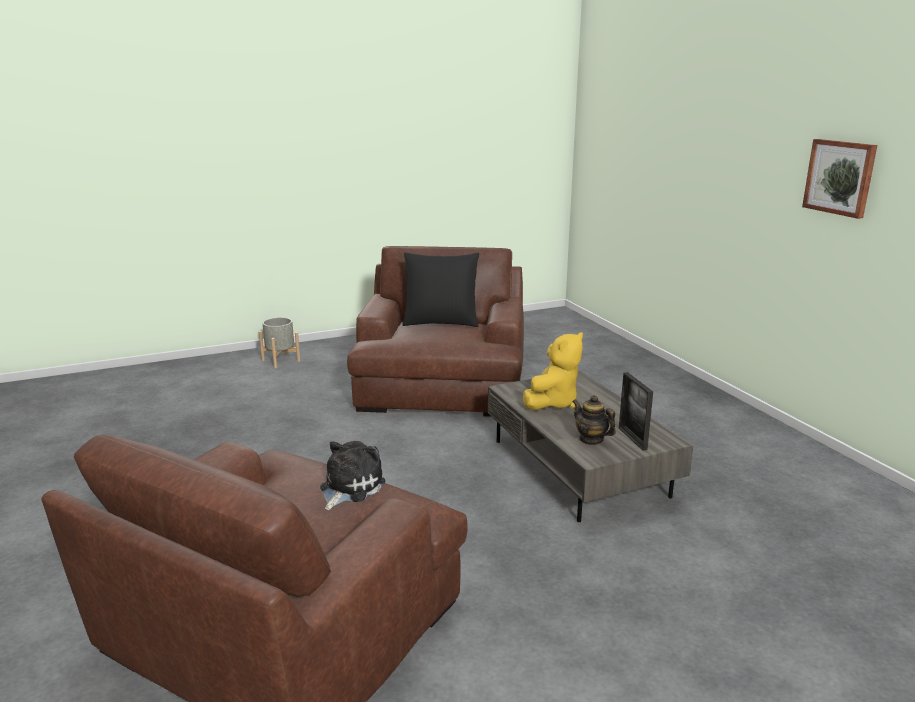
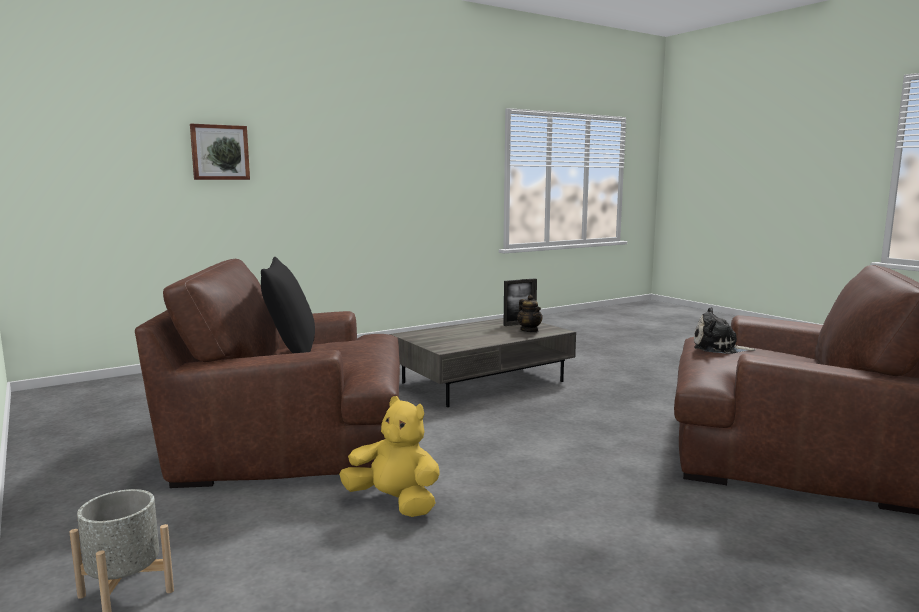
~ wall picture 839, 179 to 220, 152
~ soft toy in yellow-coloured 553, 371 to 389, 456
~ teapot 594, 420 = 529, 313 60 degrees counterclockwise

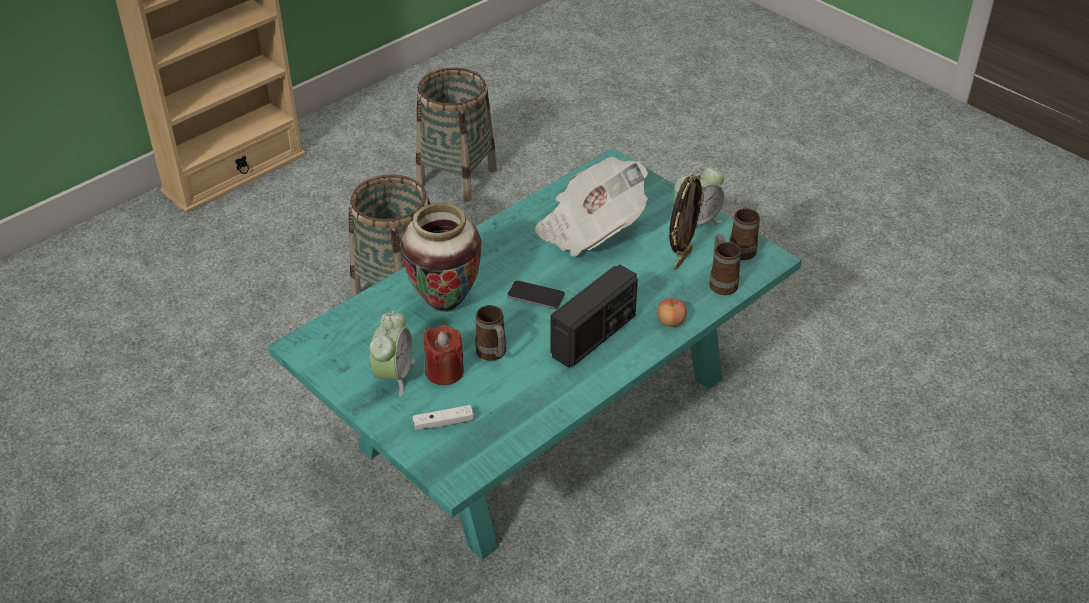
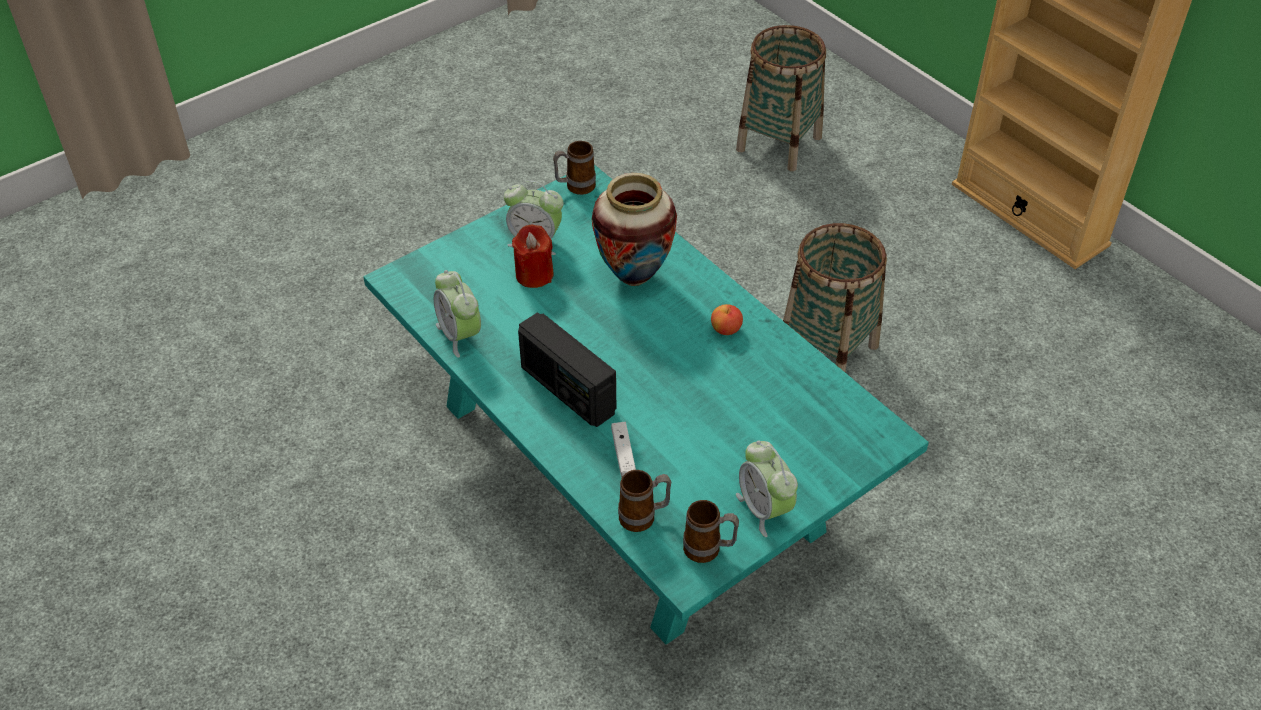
~ basket 456, 134 to 781, 98
- daily paper 591, 207
- photo frame 686, 221
- telephone 536, 294
~ apple 672, 312 to 727, 319
~ mug 490, 333 to 574, 168
~ joypad in white-coloured 443, 417 to 623, 450
+ alarm clock 457, 314

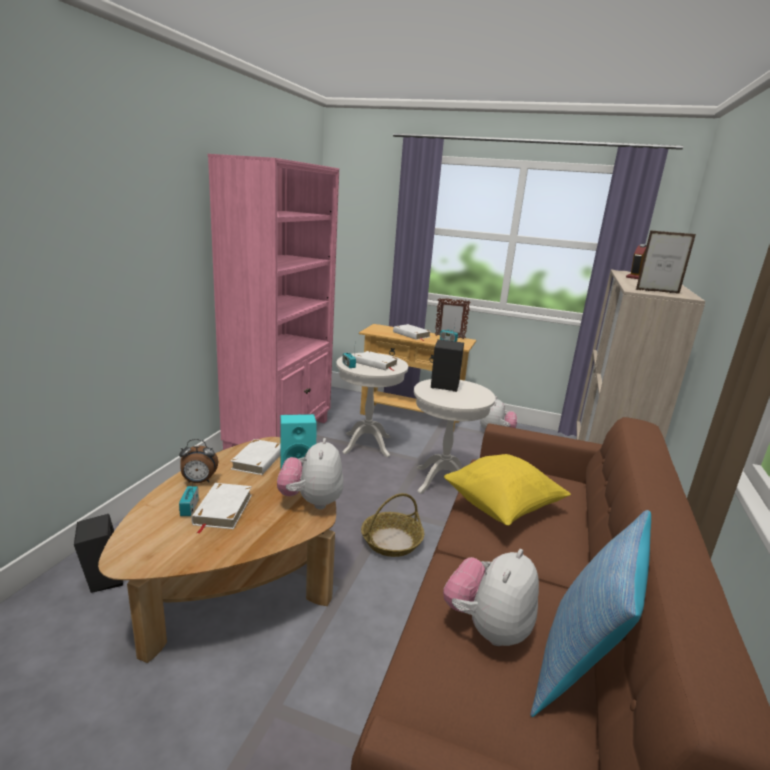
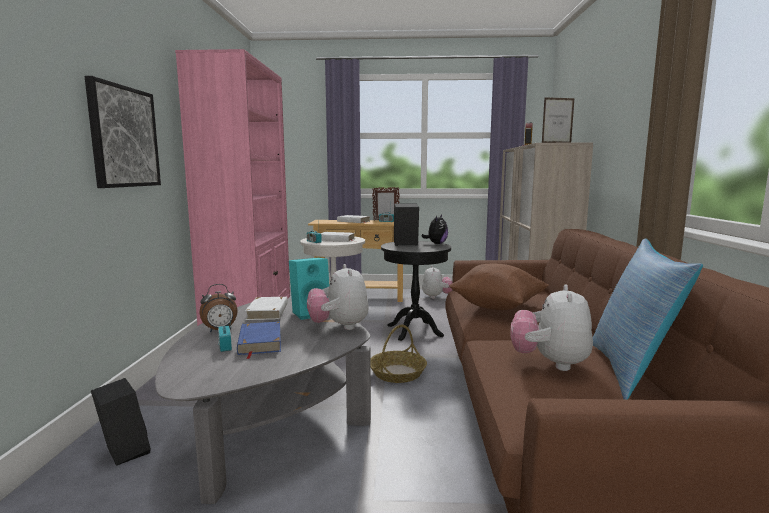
~ accent table in white-coloured 455, 436 to accent table in black 416, 291
~ lounge table in brown 217, 550 to lounge table in grey 263, 401
~ cushion in yellow-coloured 507, 490 to cushion in brown 499, 287
~ bound book in white-coloured 221, 508 to bound book in blue 259, 340
+ wall picture 123, 132
+ soft toy 434, 229

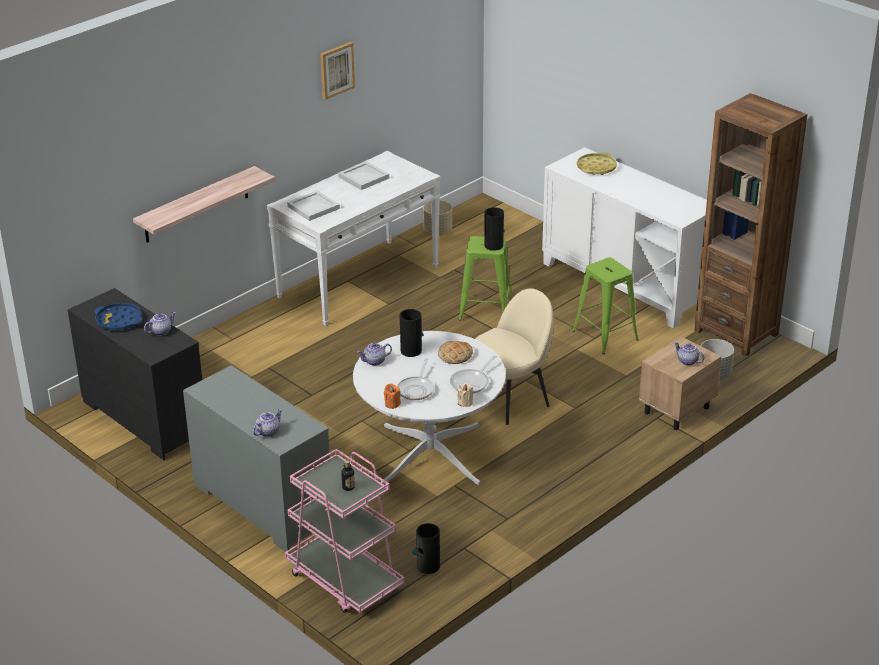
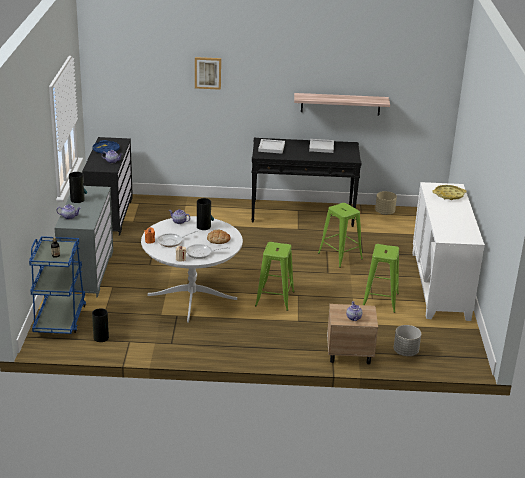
~ wall picture 337, 71 to 208, 73
- bookcase in brown 750, 224
~ hall table in white-coloured 354, 238 to hall table in black 306, 182
~ shelf 204, 204 to 342, 104
~ flower vase 494, 229 to 78, 187
~ upright chair in beige 514, 356 to sitting stool in greenish 275, 276
~ wheeled cart in pink-coloured 345, 531 to wheeled cart in blue 57, 285

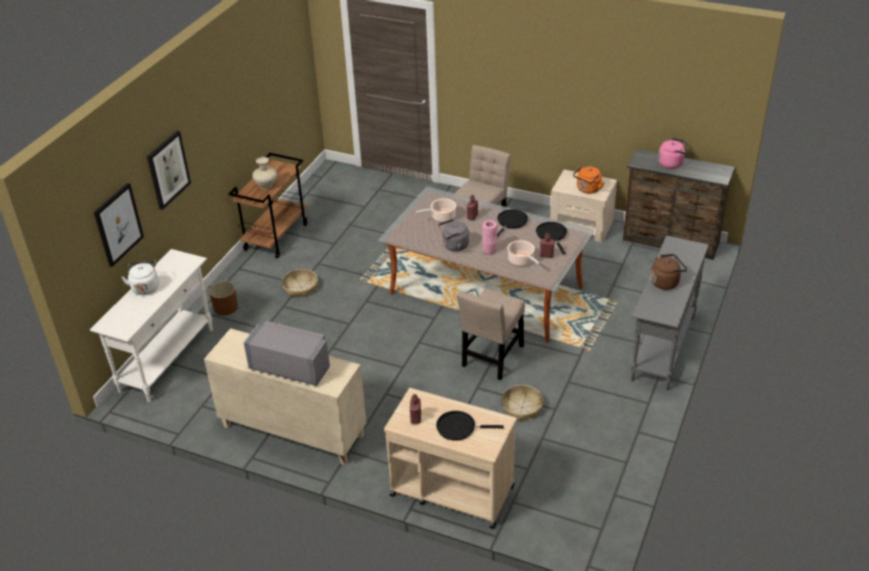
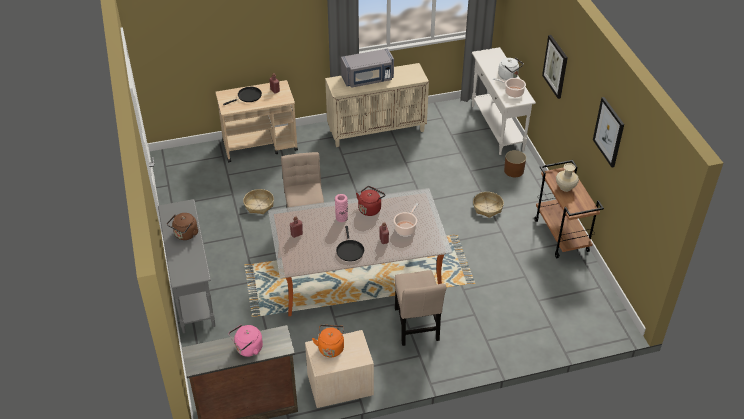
~ wall picture 119, 225 to 608, 132
~ tea kettle in grey 453, 235 to tea kettle in reddish 370, 201
- pan in black 551, 238
~ saucepot 523, 253 to 509, 87

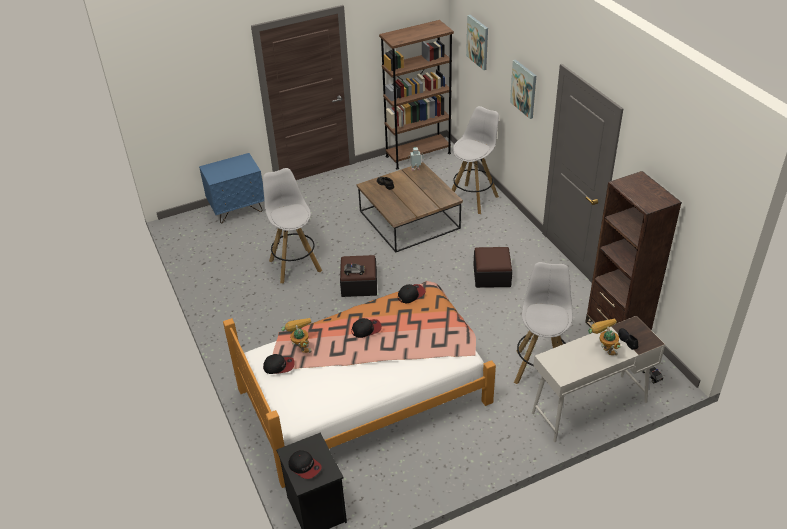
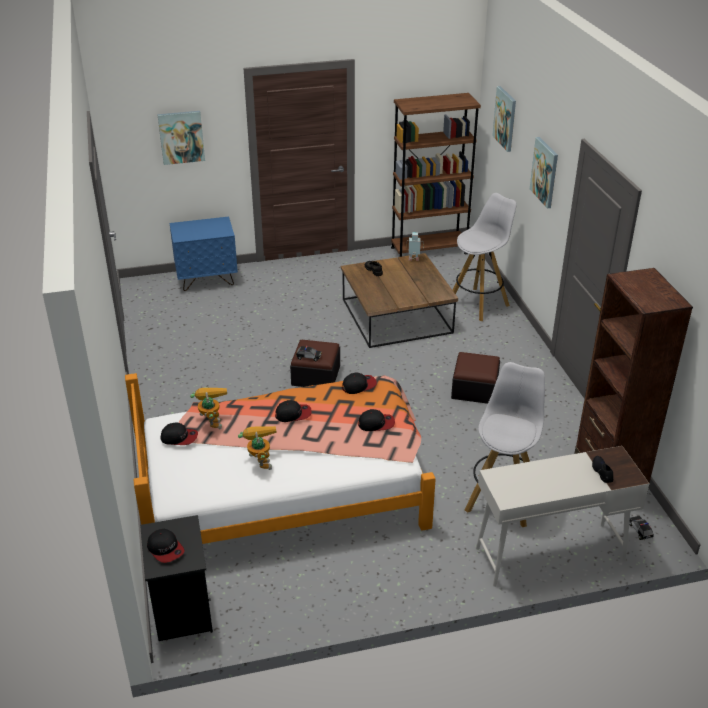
- sitting stool in white-coloured 292, 225
~ robot figure 604, 337 to 257, 448
+ wall picture 181, 138
+ peaked cap 376, 420

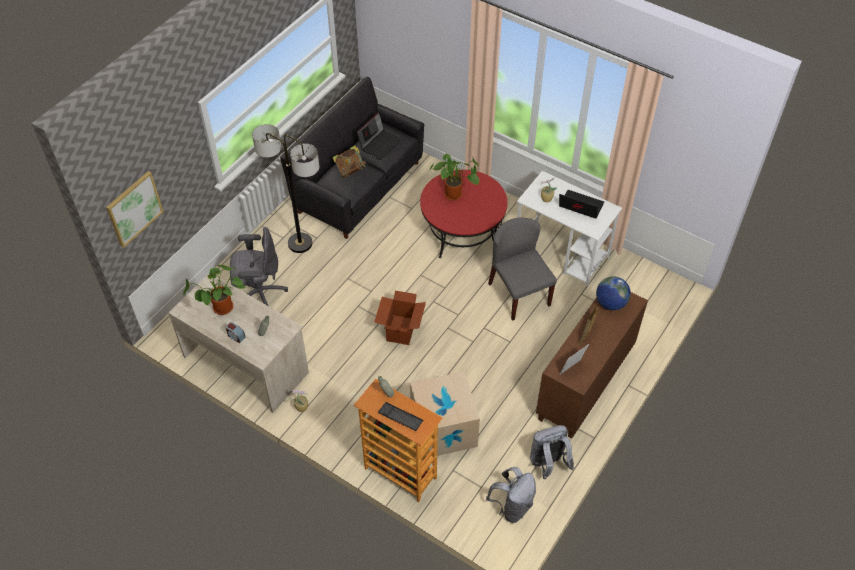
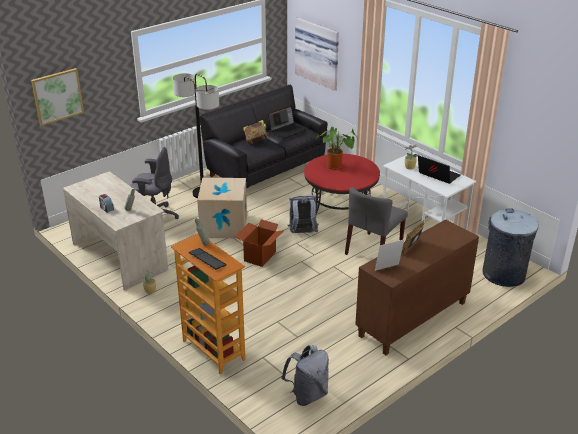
~ upright chair in grey 522, 269 = 376, 221 135 degrees counterclockwise
- houseplant 214, 290
- world globe 613, 293
~ cardboard box 445, 413 to 222, 208
~ knapsack in grey 552, 452 to 303, 214
+ wall picture 317, 54
+ trash can in grey 510, 247

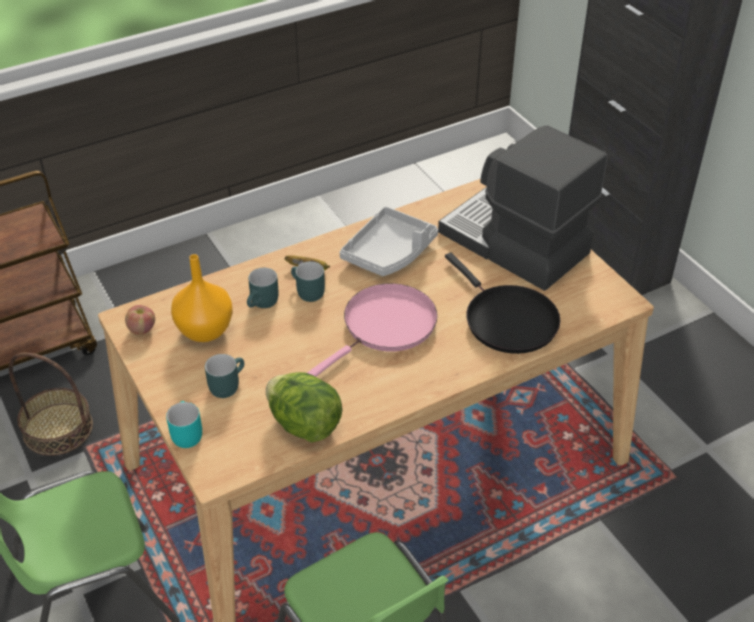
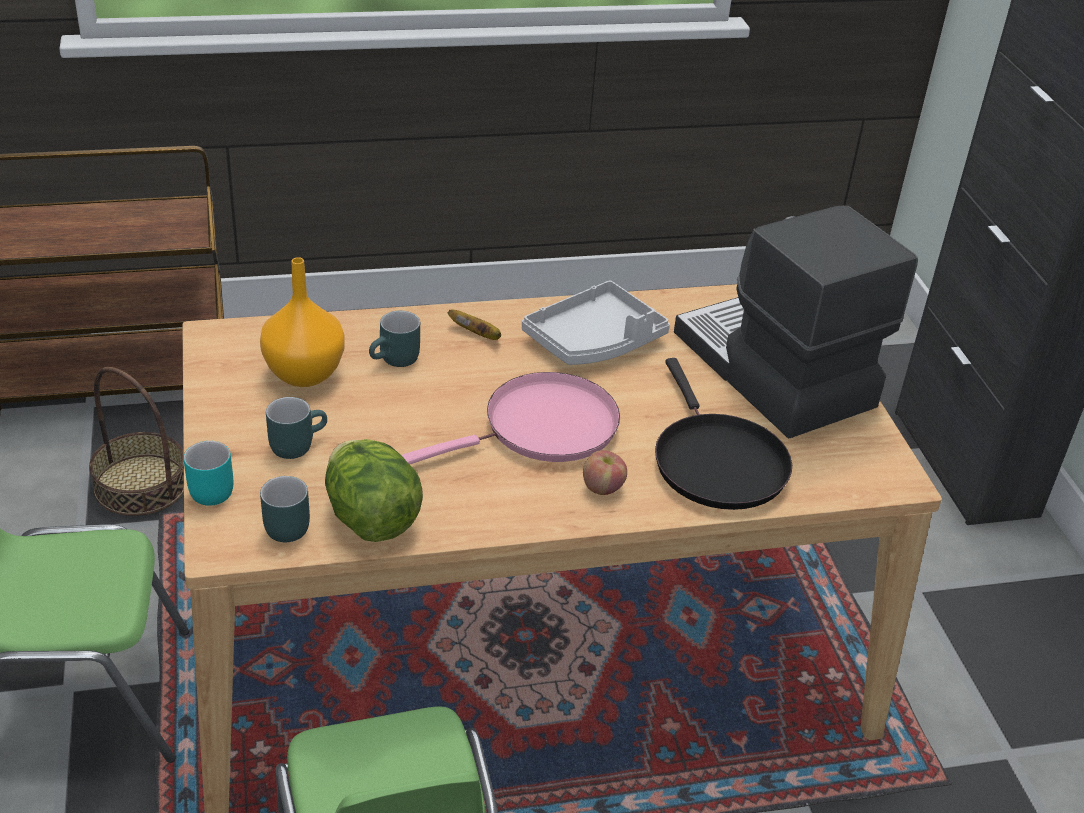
~ mug in turquoise-coloured 308, 281 to 285, 509
~ apple 140, 320 to 605, 472

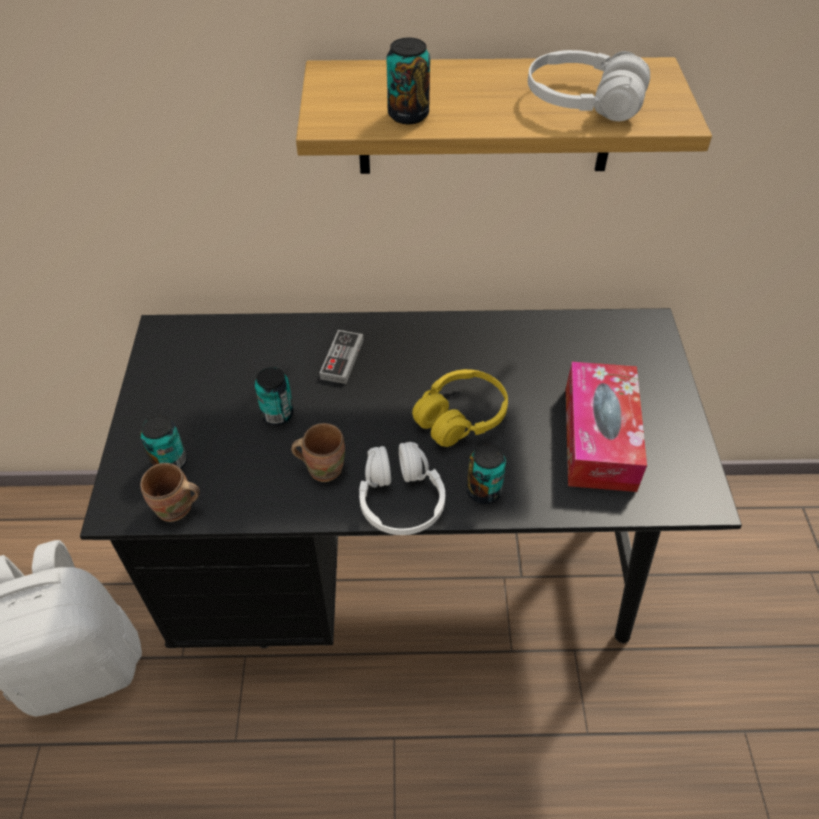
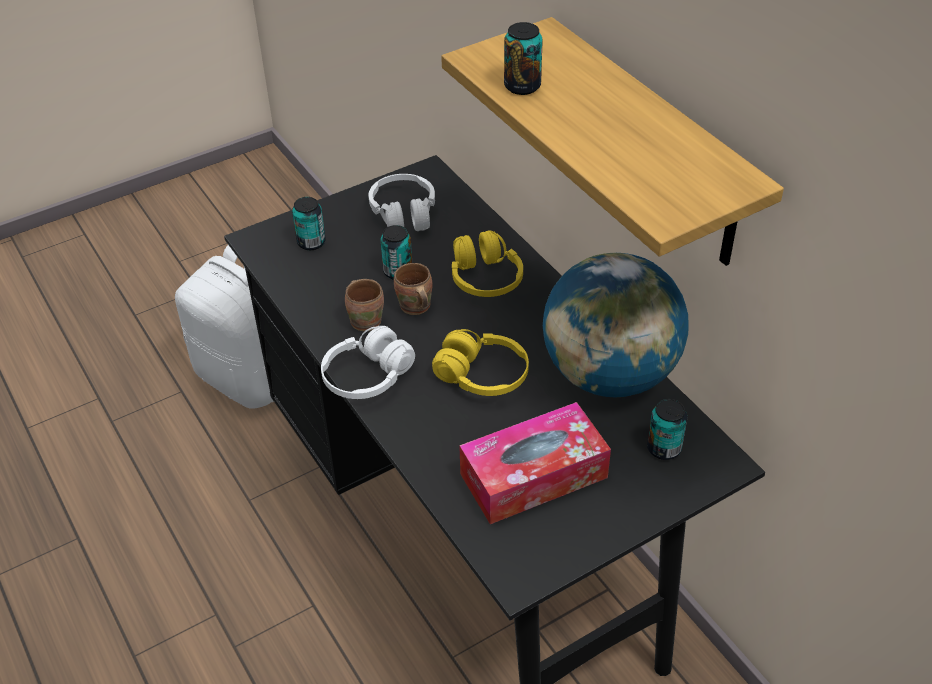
~ headphones in white-coloured 589, 85 to 402, 202
~ joypad 341, 357 to headphones in yellow-coloured 487, 263
~ metal can 486, 474 to 667, 429
~ mug in brown 170, 492 to 413, 289
+ world globe 616, 325

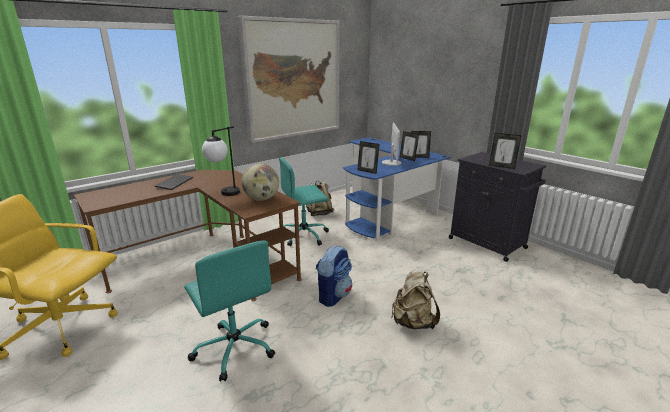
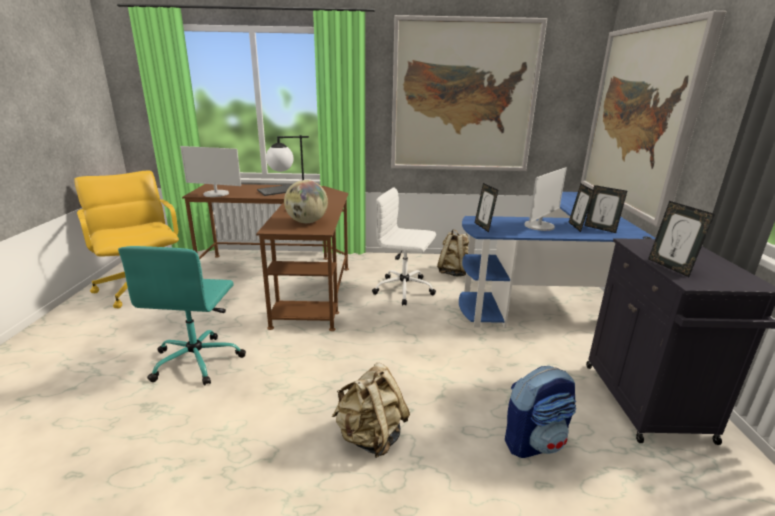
~ office chair in turquoise-coloured 304, 202 to office chair in white-coloured 404, 246
~ knapsack 334, 276 to 540, 412
+ wall picture 653, 119
+ computer screen 210, 171

